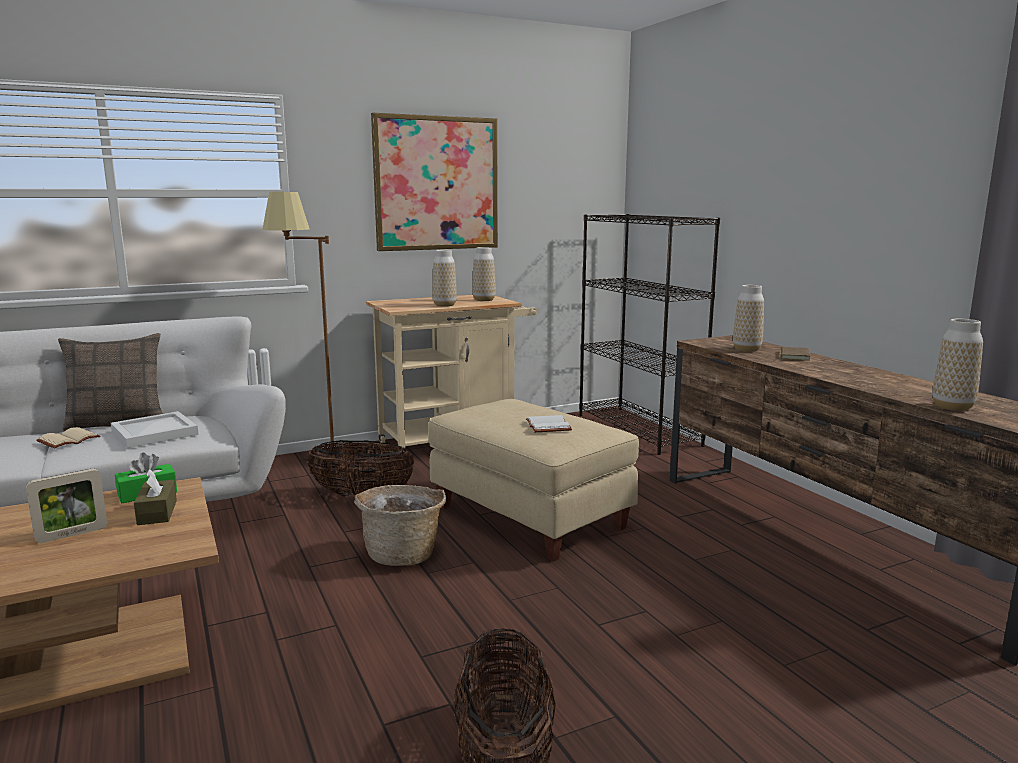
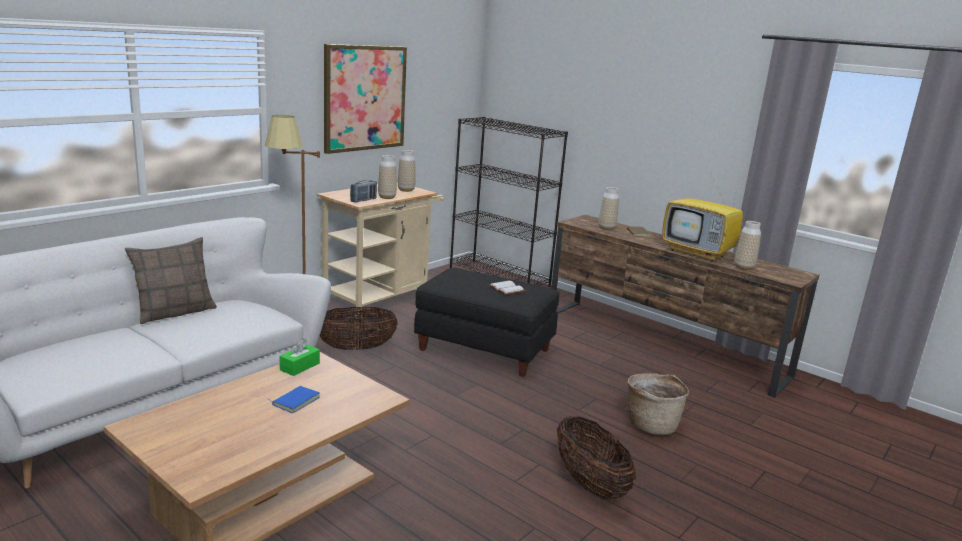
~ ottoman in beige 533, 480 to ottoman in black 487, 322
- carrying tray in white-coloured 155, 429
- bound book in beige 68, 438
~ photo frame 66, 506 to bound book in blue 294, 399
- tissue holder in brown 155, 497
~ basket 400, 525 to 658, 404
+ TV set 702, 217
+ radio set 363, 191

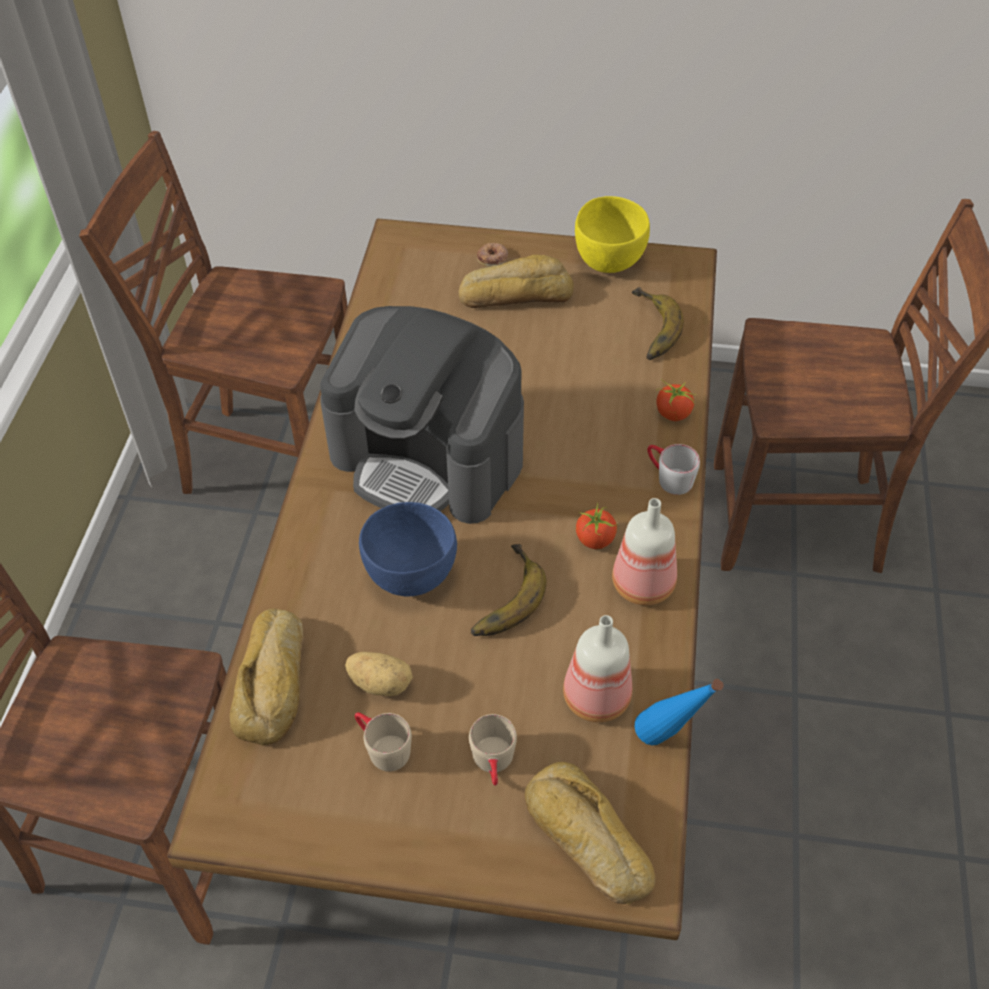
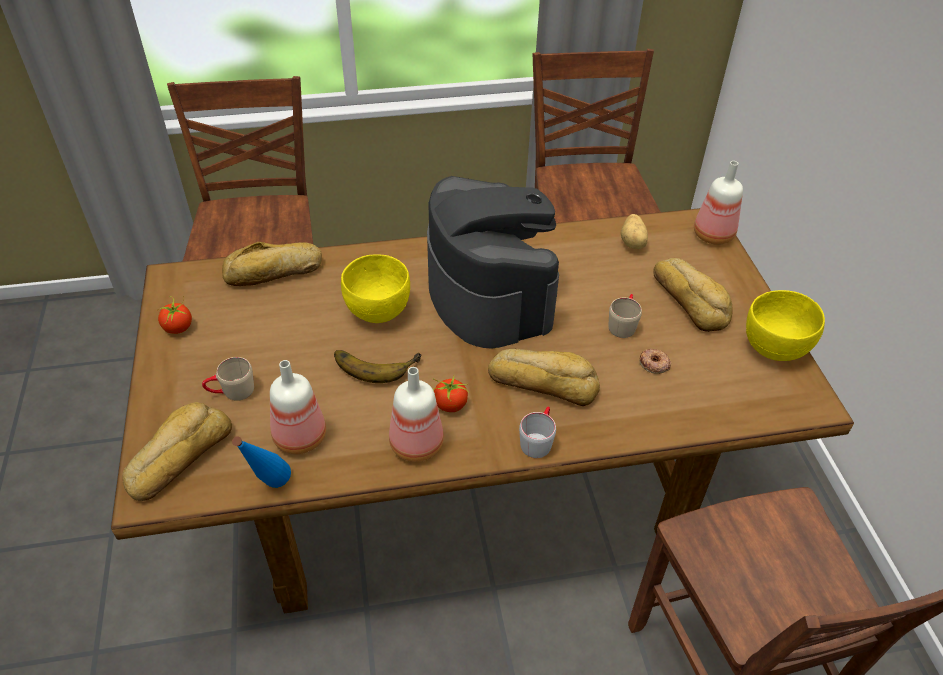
~ ring doughnut 492, 255 to 655, 361
- banana fruit 658, 323
~ coffee maker 422, 415 = 493, 262 150 degrees clockwise
~ tomato 676, 400 to 175, 315
~ serving bowl in blue 408, 549 to serving bowl in yellow-coloured 375, 288
~ potato 379, 674 to 634, 231
~ mug in beige 383, 742 to 625, 316
+ bottle 718, 203
+ bread 544, 377

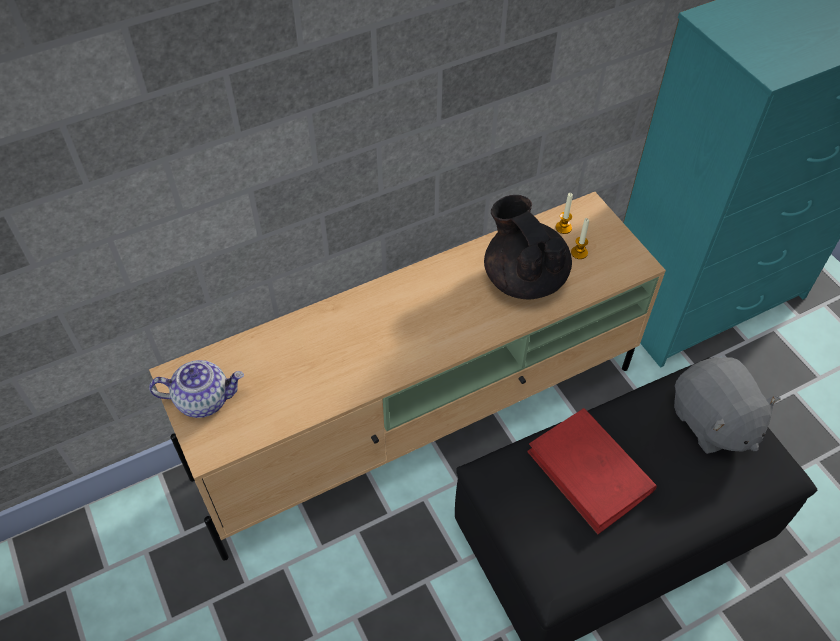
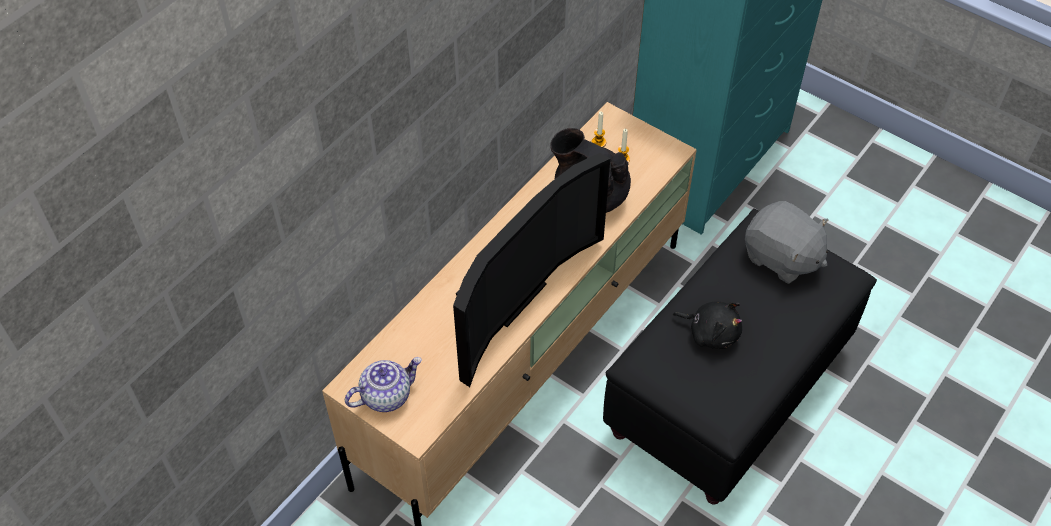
~ bound book in reddish 592, 471 to soft toy in black 707, 325
+ TV set 531, 270

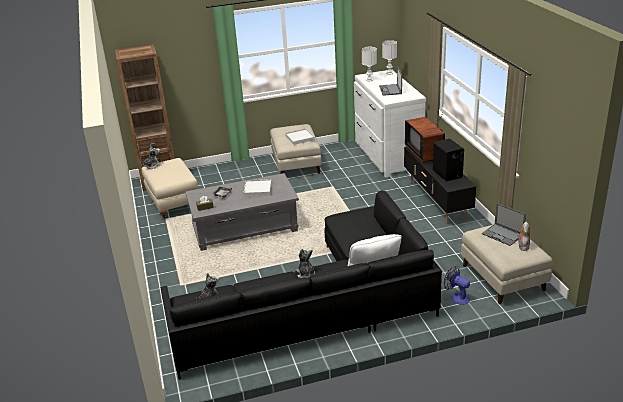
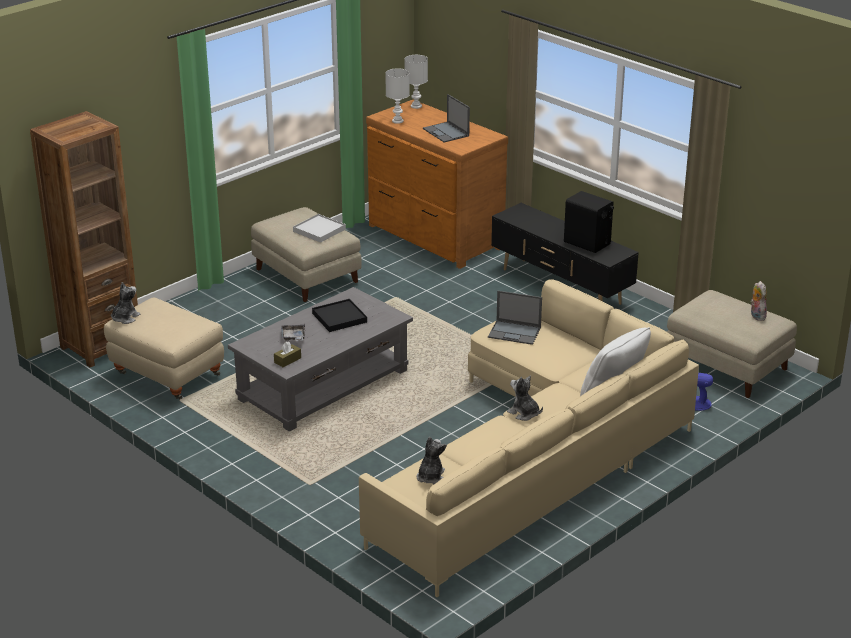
~ drawer chest in white-coloured 390, 123 to drawer chest in brown 437, 184
- TV set 425, 135
~ carrying tray in white-coloured 257, 187 to carrying tray in black 339, 315
~ settee in black 301, 285 to settee in beige 529, 438
~ notebook computer 504, 224 to 515, 318

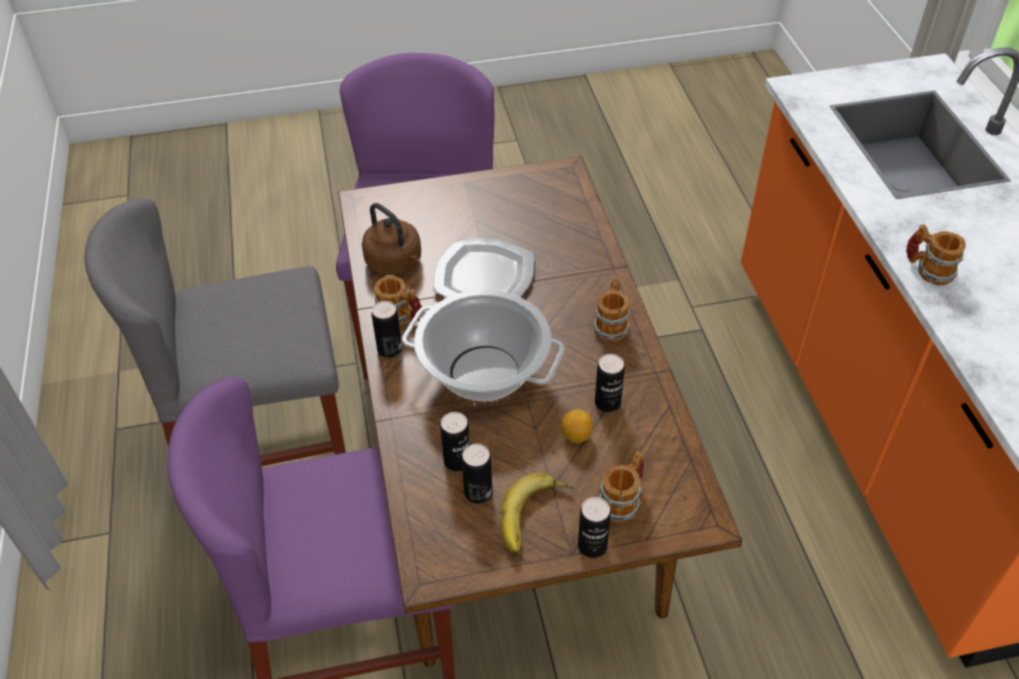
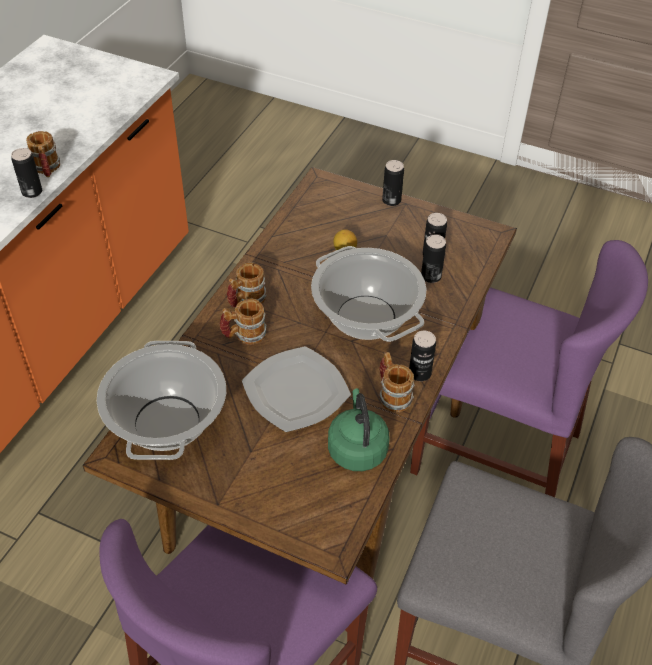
~ tea kettle in brown 391, 239 to tea kettle in greenish 359, 429
~ metal can 610, 383 to 26, 173
~ mug 621, 487 to 243, 322
- banana fruit 537, 513
+ saucepot 161, 400

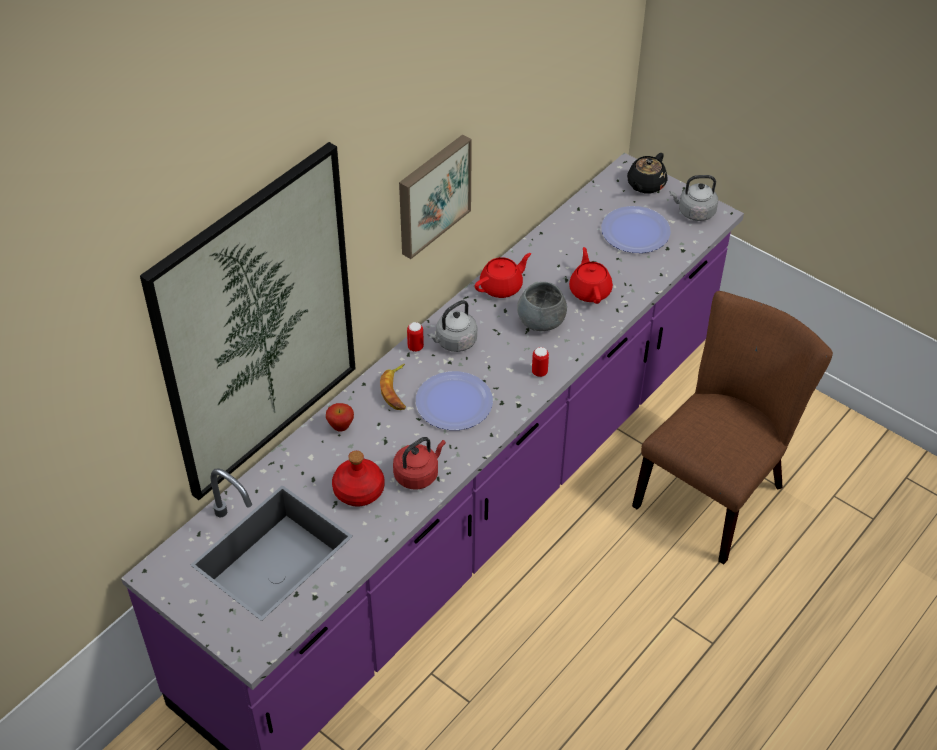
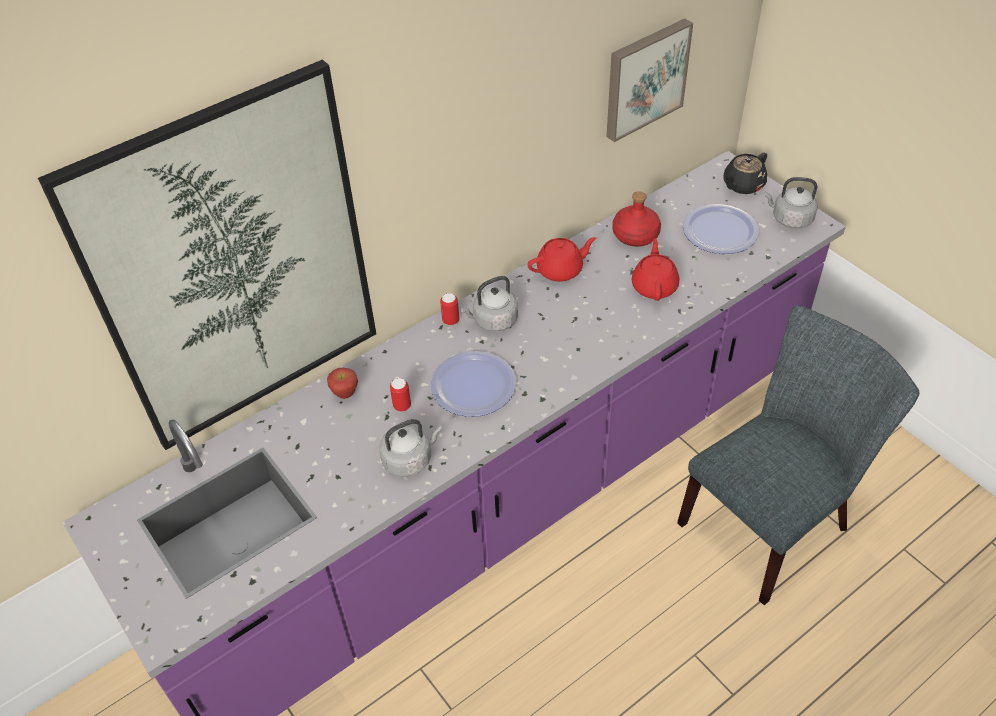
~ wall picture 435, 196 to 649, 80
- serving bowl in grey 542, 306
~ upright chair in brown 732, 427 to upright chair in grey 798, 455
~ metal can 540, 362 to 400, 394
- banana fruit 393, 387
~ tea kettle in reddish 419, 463 to tea kettle in grey 410, 447
~ bottle in reddish 358, 479 to 636, 219

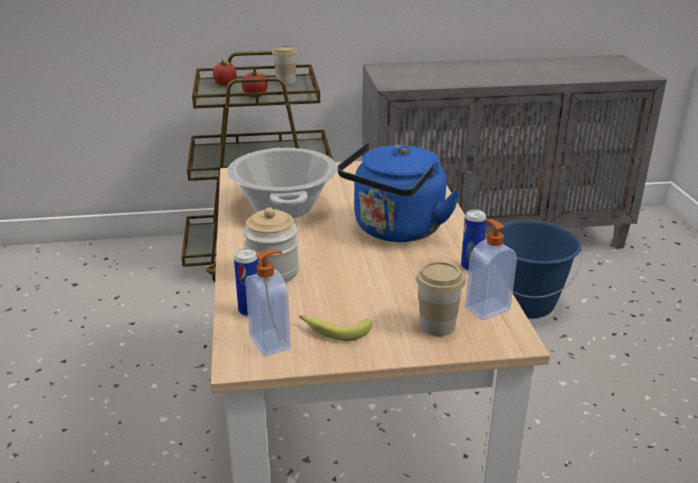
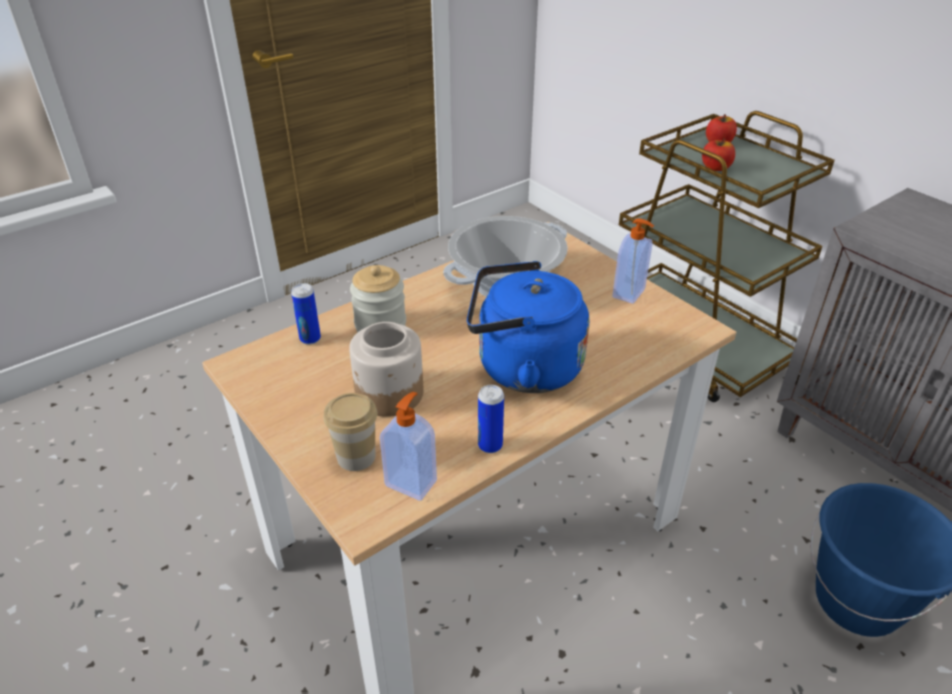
- cup 285, 65
~ soap bottle 268, 303 to 633, 261
- banana fruit 335, 328
+ jar 386, 369

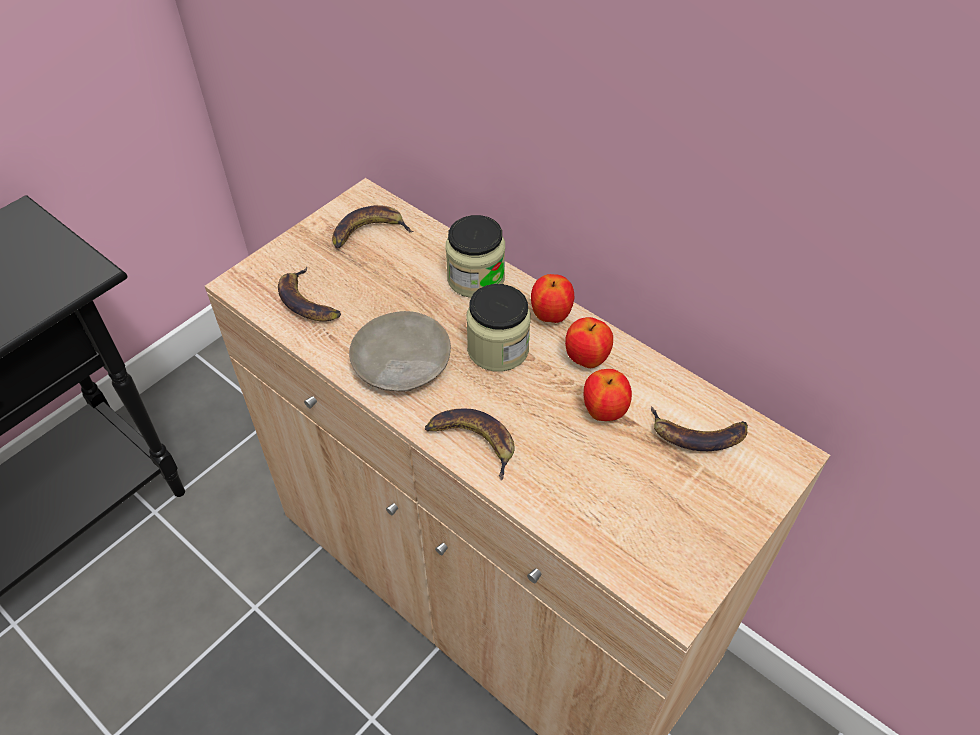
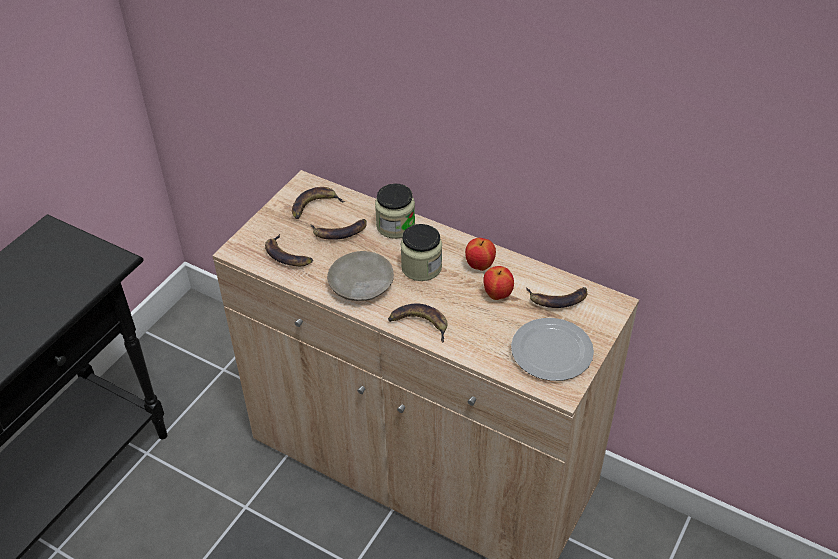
- apple 552, 298
+ banana fruit 338, 229
+ dinner plate 552, 349

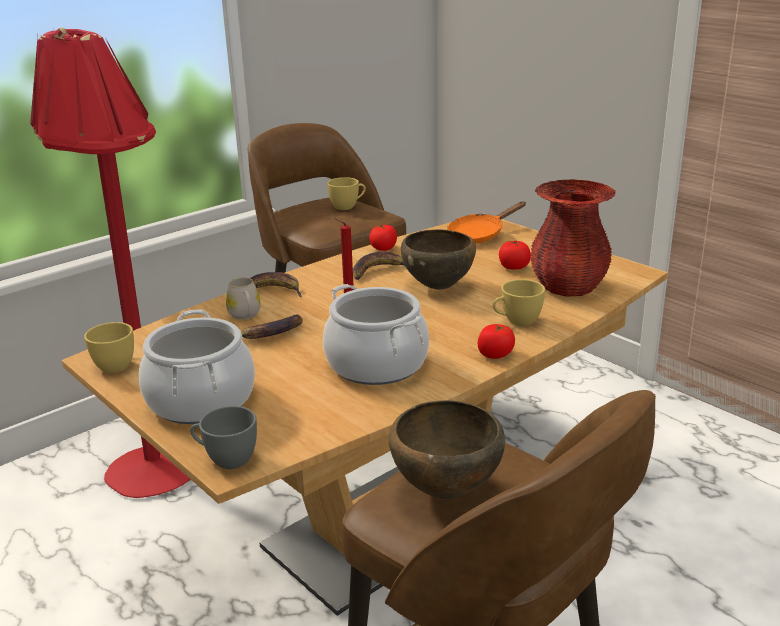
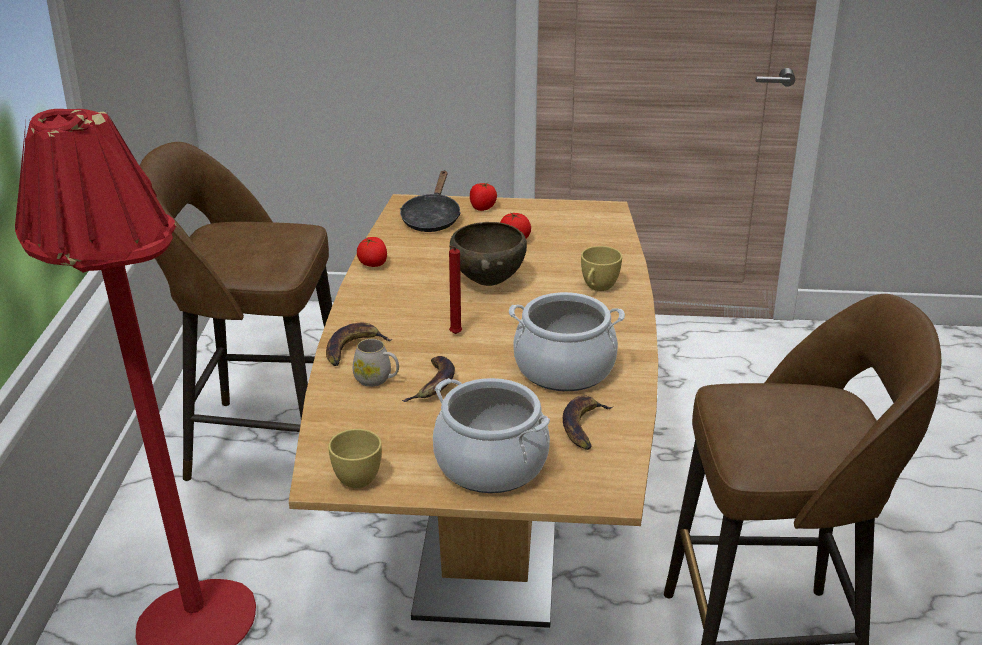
- cup in yellow-coloured 346, 193
- flower vase in reddish 573, 238
~ pan in orange 486, 222 to pan in black 430, 201
~ banana fruit 379, 265 to 588, 422
~ tomato 496, 341 to 483, 197
- serving bowl in brown 447, 449
- cup in grey 223, 437

